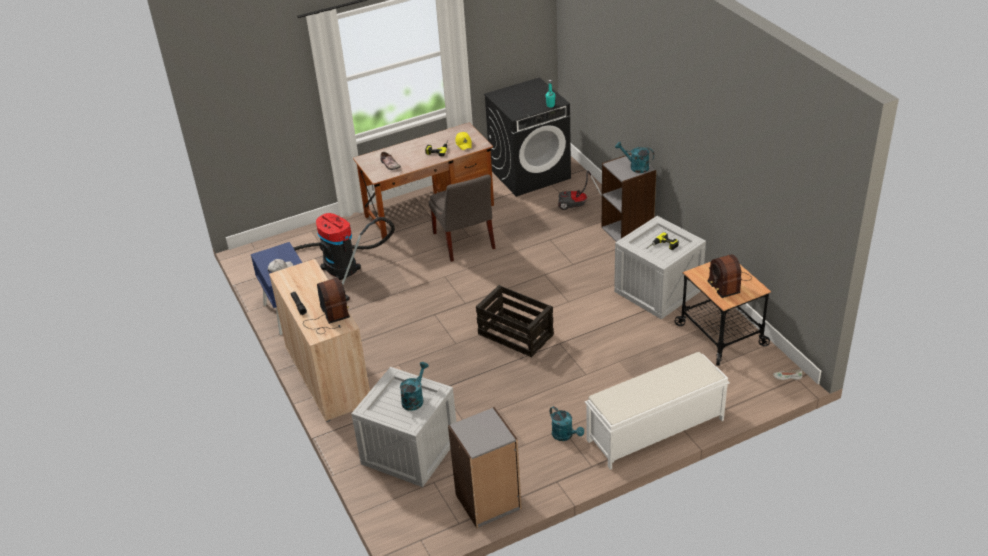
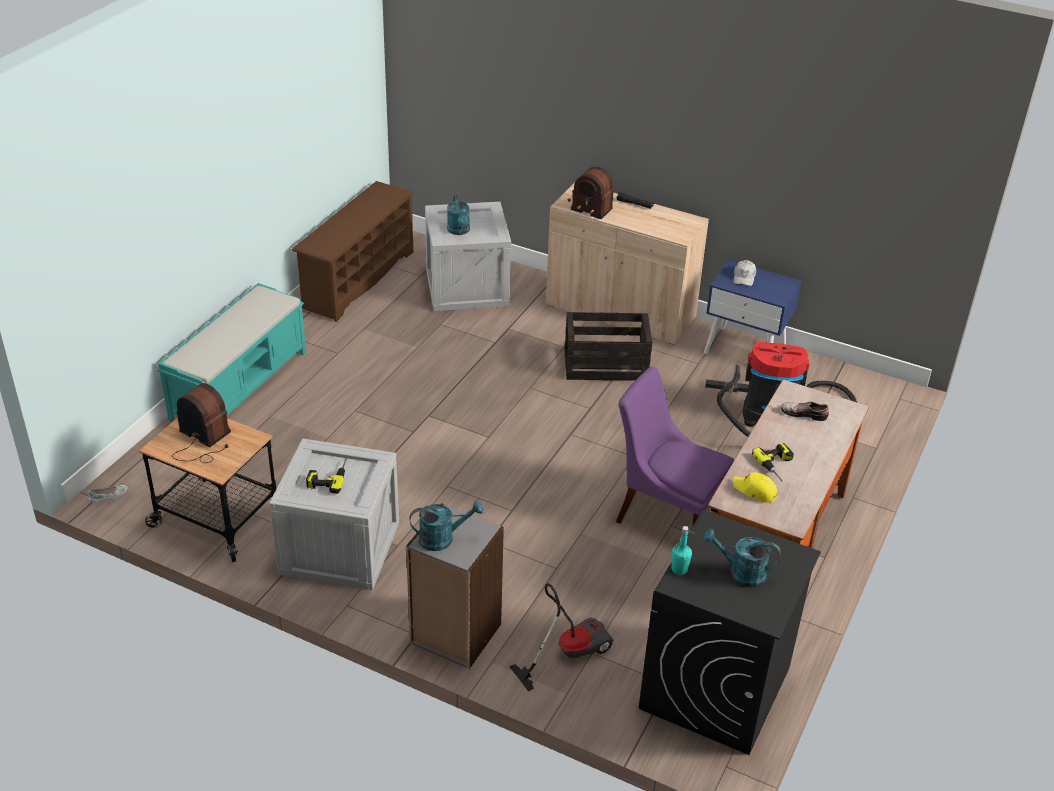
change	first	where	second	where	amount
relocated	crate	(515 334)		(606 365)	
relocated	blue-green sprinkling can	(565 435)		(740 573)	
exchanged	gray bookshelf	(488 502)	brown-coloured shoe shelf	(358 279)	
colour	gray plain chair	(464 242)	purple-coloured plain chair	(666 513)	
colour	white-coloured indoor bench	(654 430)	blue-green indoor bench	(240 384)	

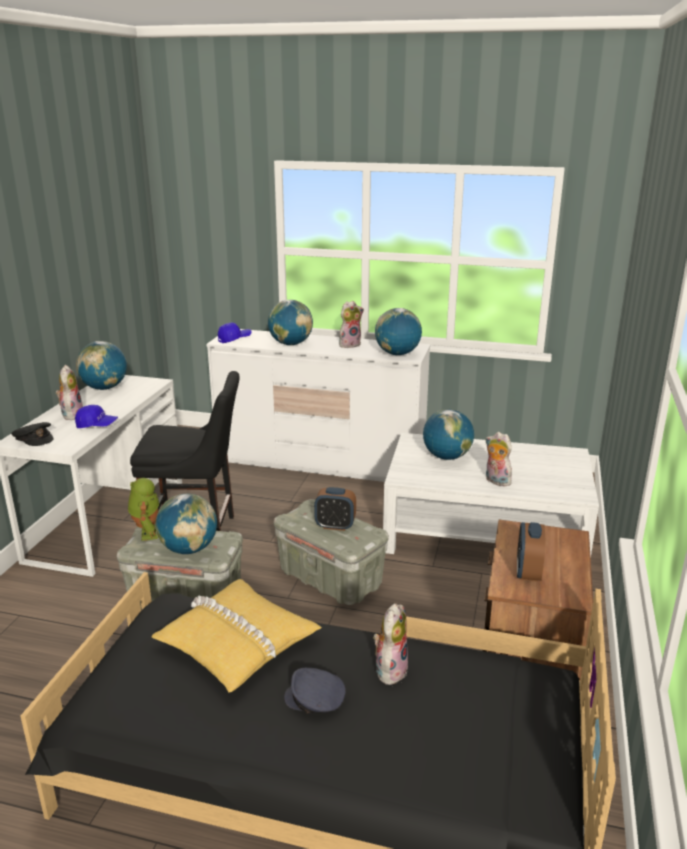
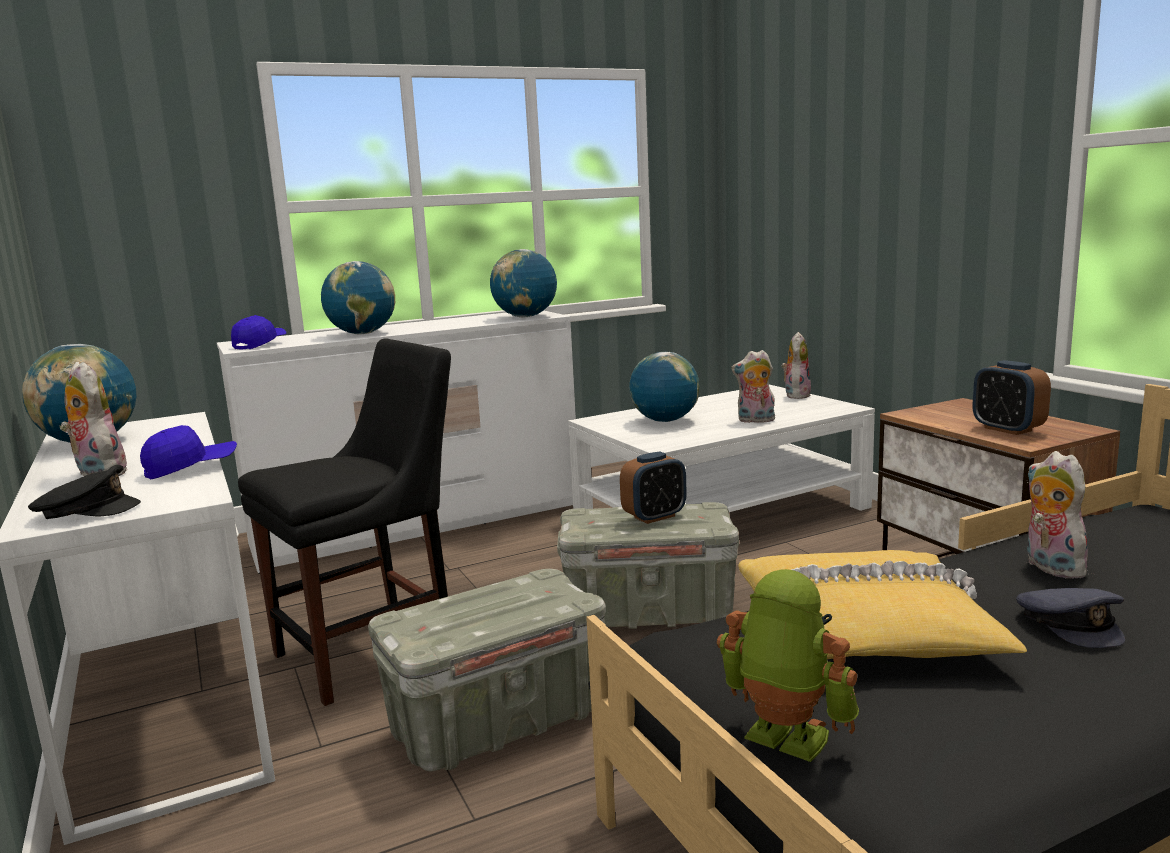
change	first	where	second	where	amount
missing	globe	(189 549)			
relocated	robot figure	(148 533)		(783 740)	
relocated	plush toy	(350 344)		(796 395)	
spun	gray cap	(315 700)		(1071 624)	75 degrees counterclockwise

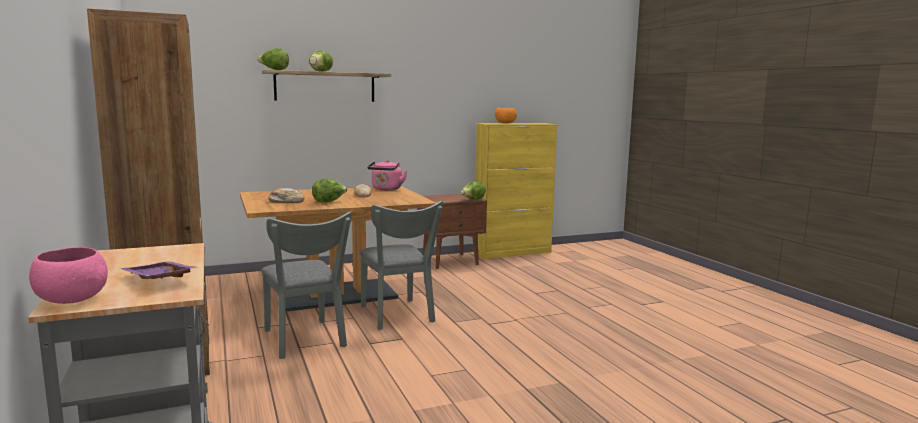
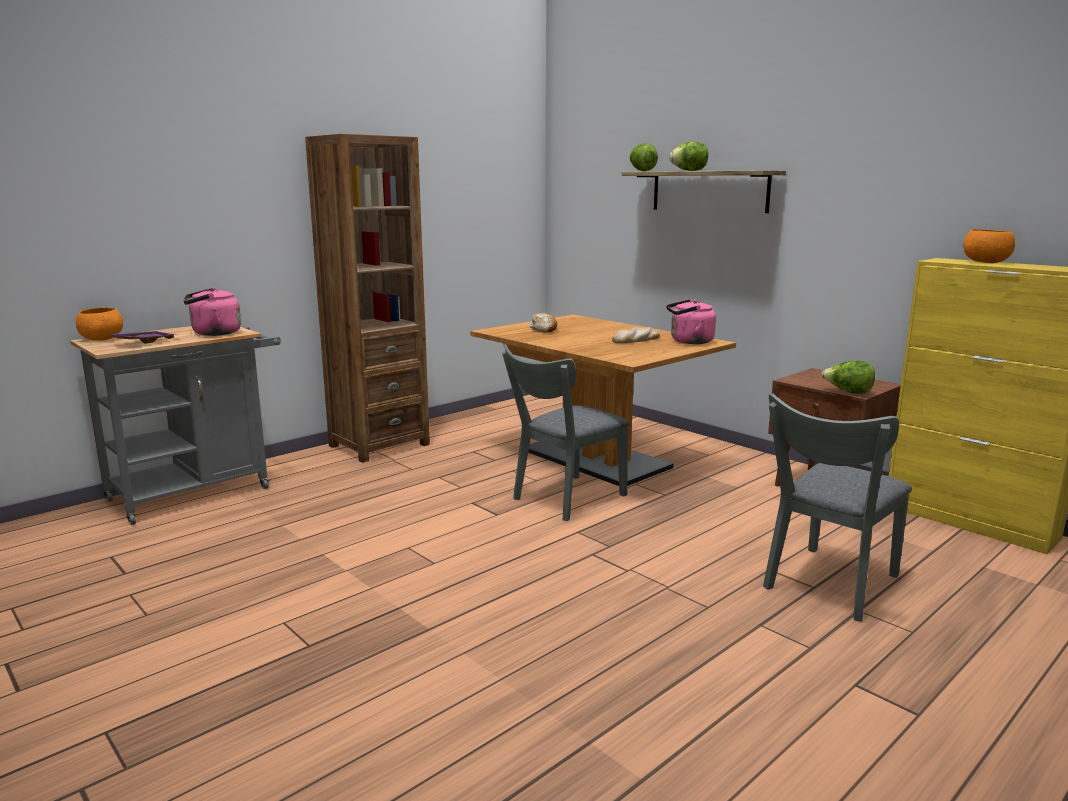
change	first	where	second	where	amount
missing	head of lettuce	(329 202)			
appeared			pink tea kettle	(213 333)	
relocated	gray plain chair	(305 341)		(827 586)	
colour	pink serving bowl	(71 300)	orange-coloured serving bowl	(101 339)	

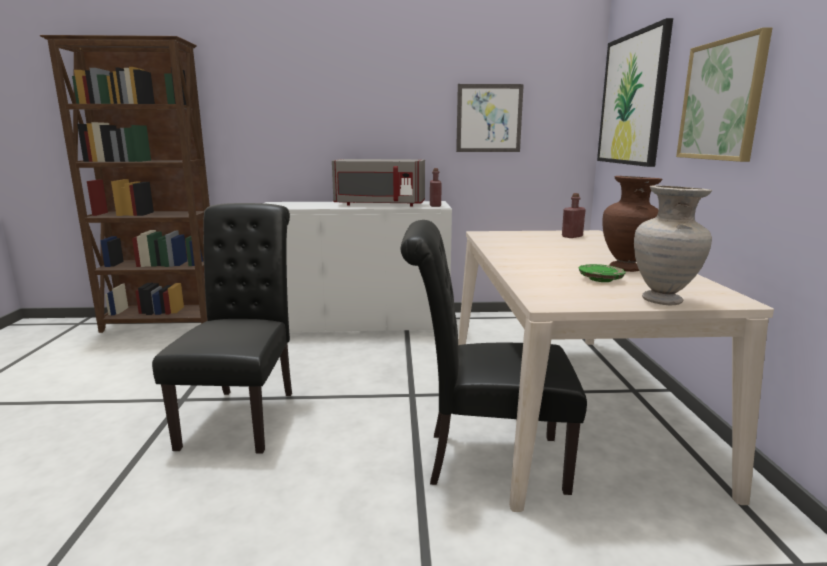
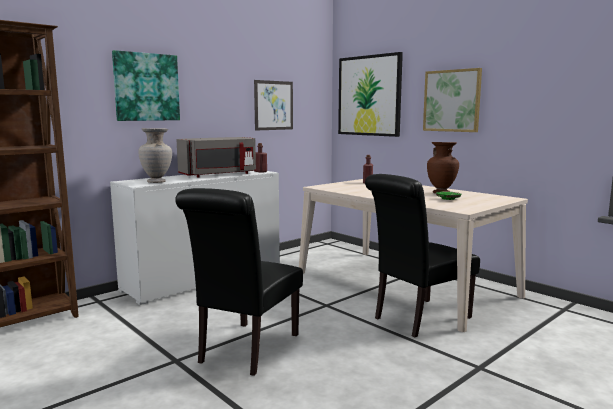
change	first	where	second	where	amount
appeared			wall picture	(146 87)	
relocated	beige-coloured decorative vase	(663 301)		(157 182)	
spun	black plain chair	(243 414)		(245 350)	120 degrees counterclockwise

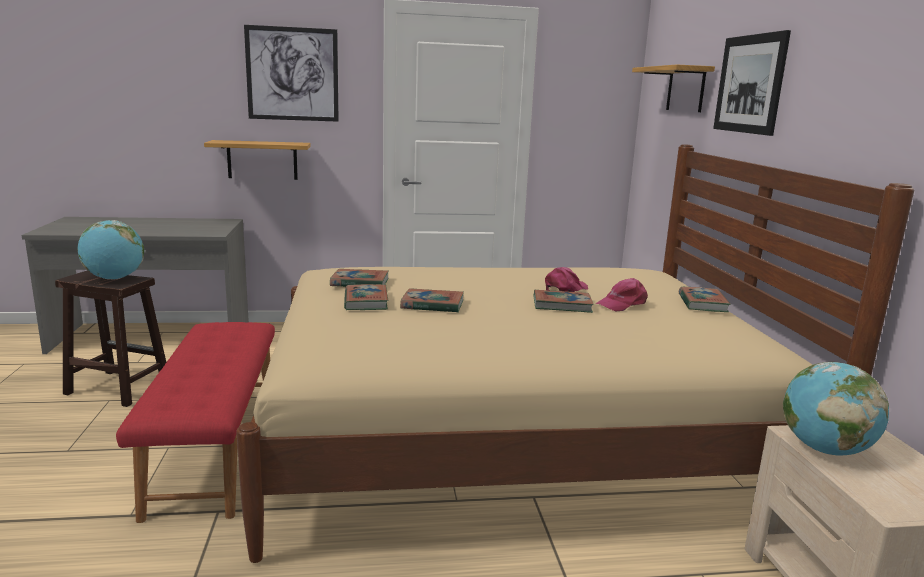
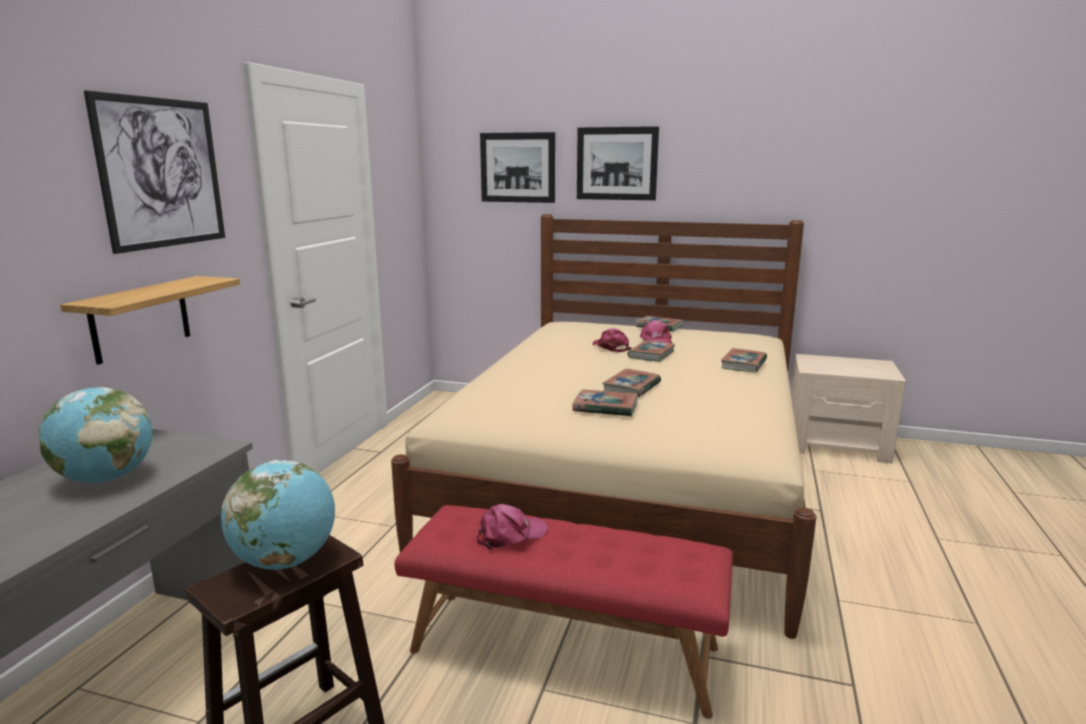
change	first	where	second	where	amount
appeared			pink cap	(510 535)	
relocated	book	(360 283)		(743 364)	
relocated	globe	(825 449)		(106 478)	
exchanged	shelf	(685 89)	wall picture	(517 167)	

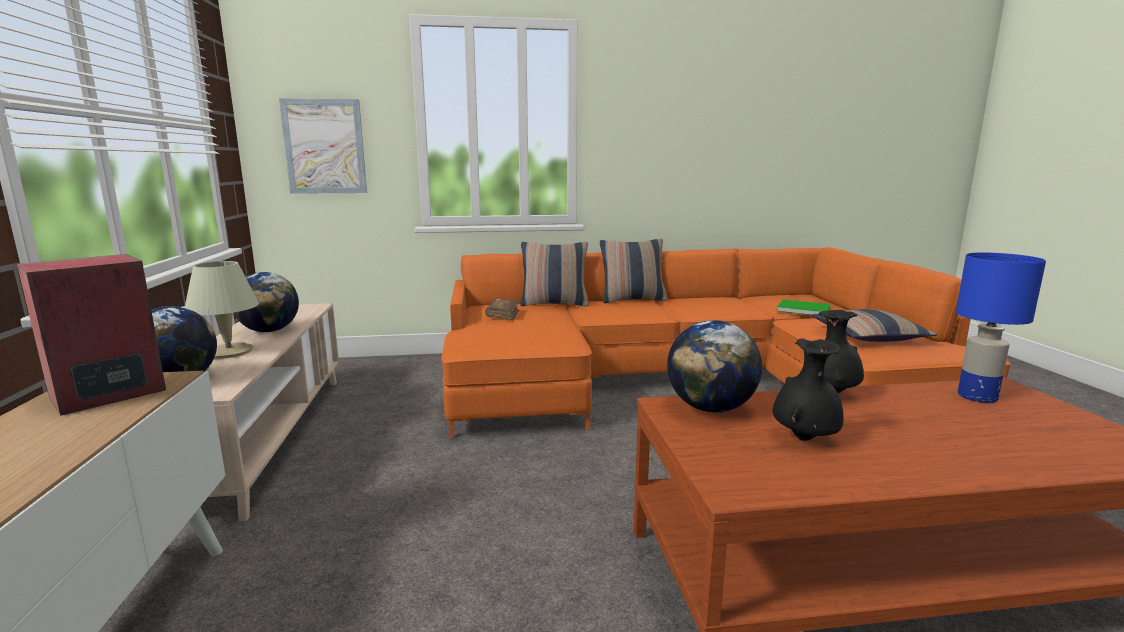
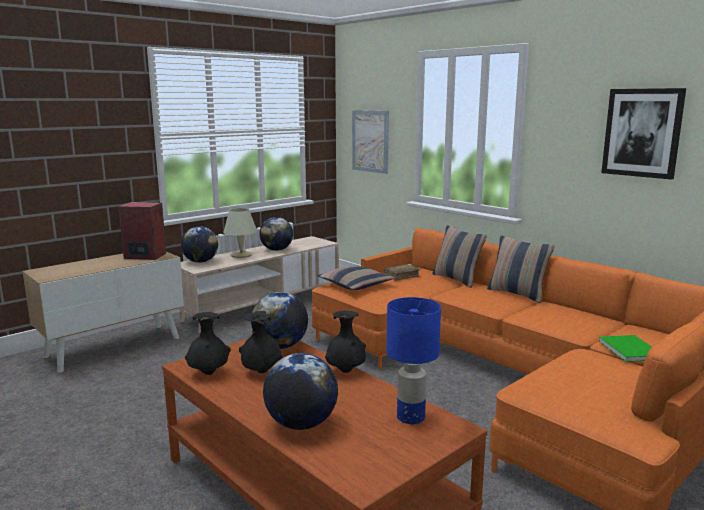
change	first	where	second	where	amount
appeared			black decorative vase	(208 373)	
appeared			globe	(301 424)	
appeared			wall picture	(642 133)	
relocated	pillow	(868 336)		(355 285)	

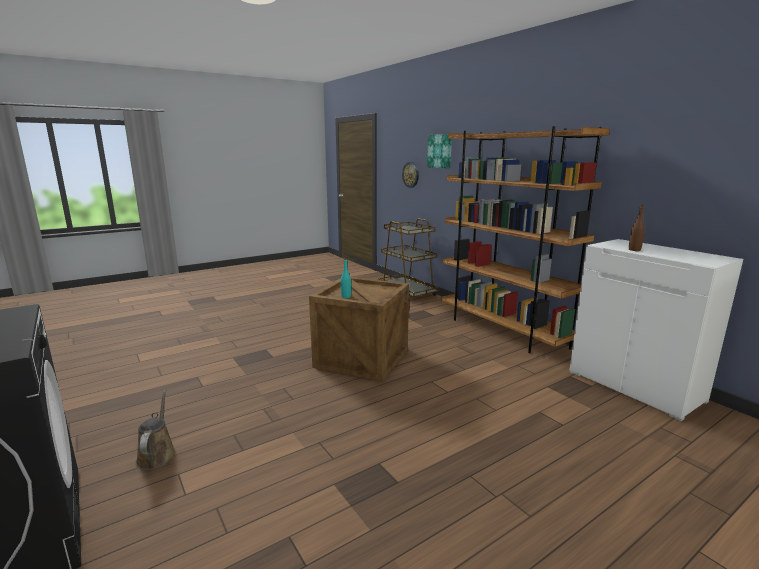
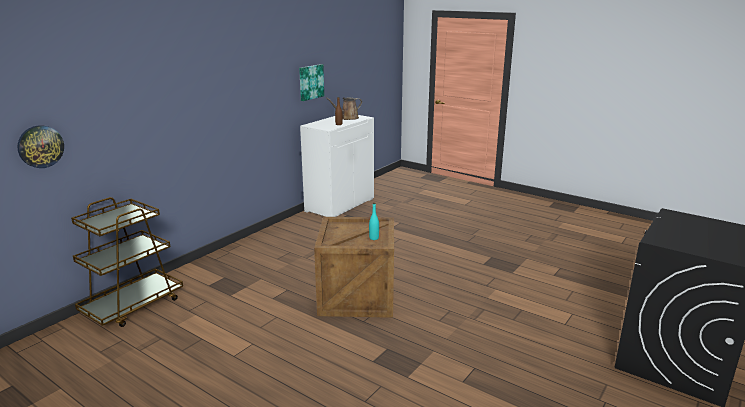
change	first	where	second	where	amount
missing	brown-coloured bookshelf	(502 331)			
relocated	brown-coloured sprinkling can	(157 454)		(348 118)	
relocated	wall picture	(440 151)		(310 82)	

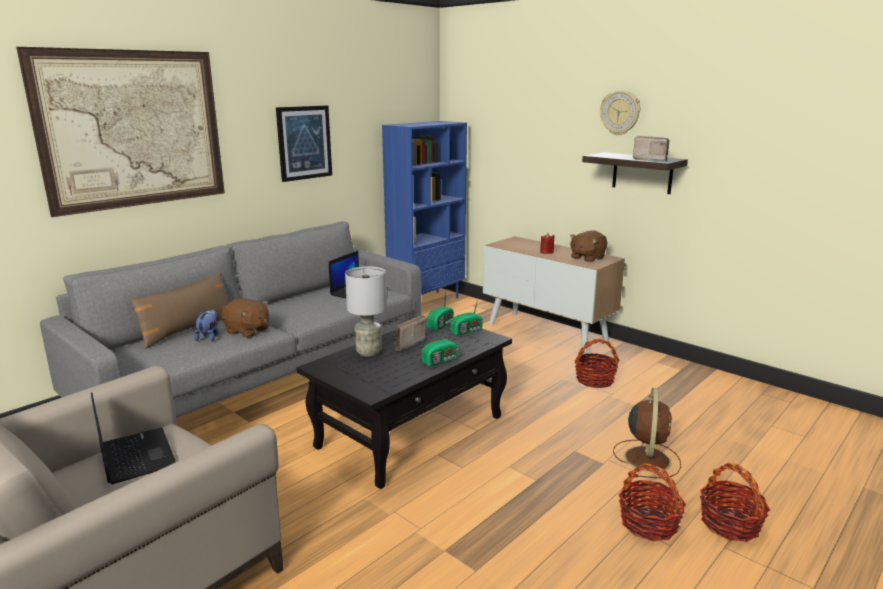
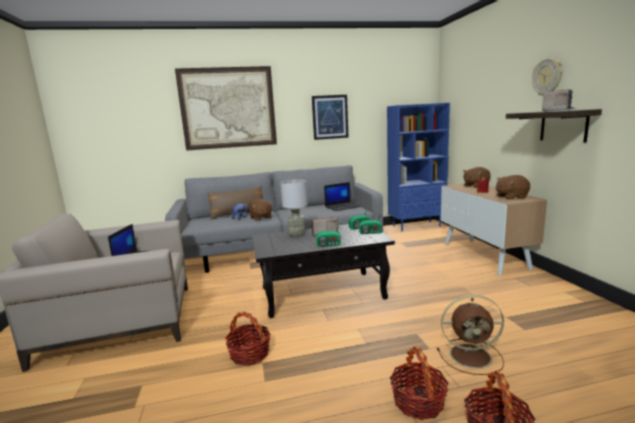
change	first	where	second	where	amount
appeared			brown-coloured plush toy	(475 186)	
relocated	basket	(594 380)		(249 354)	
spun	brown-coloured cooling fan	(647 458)		(472 356)	45 degrees clockwise

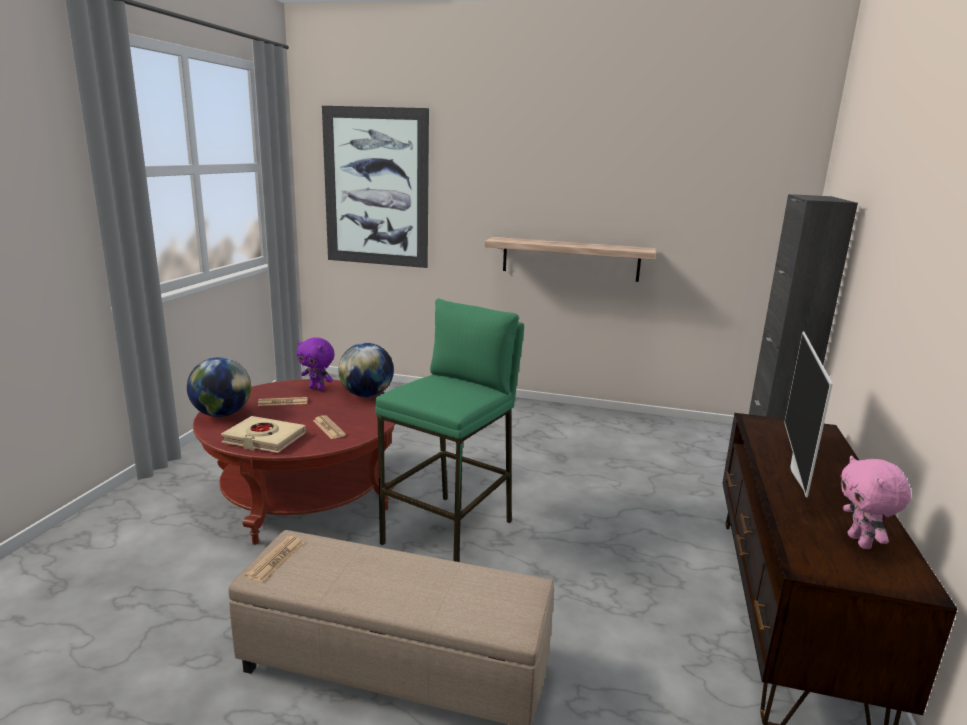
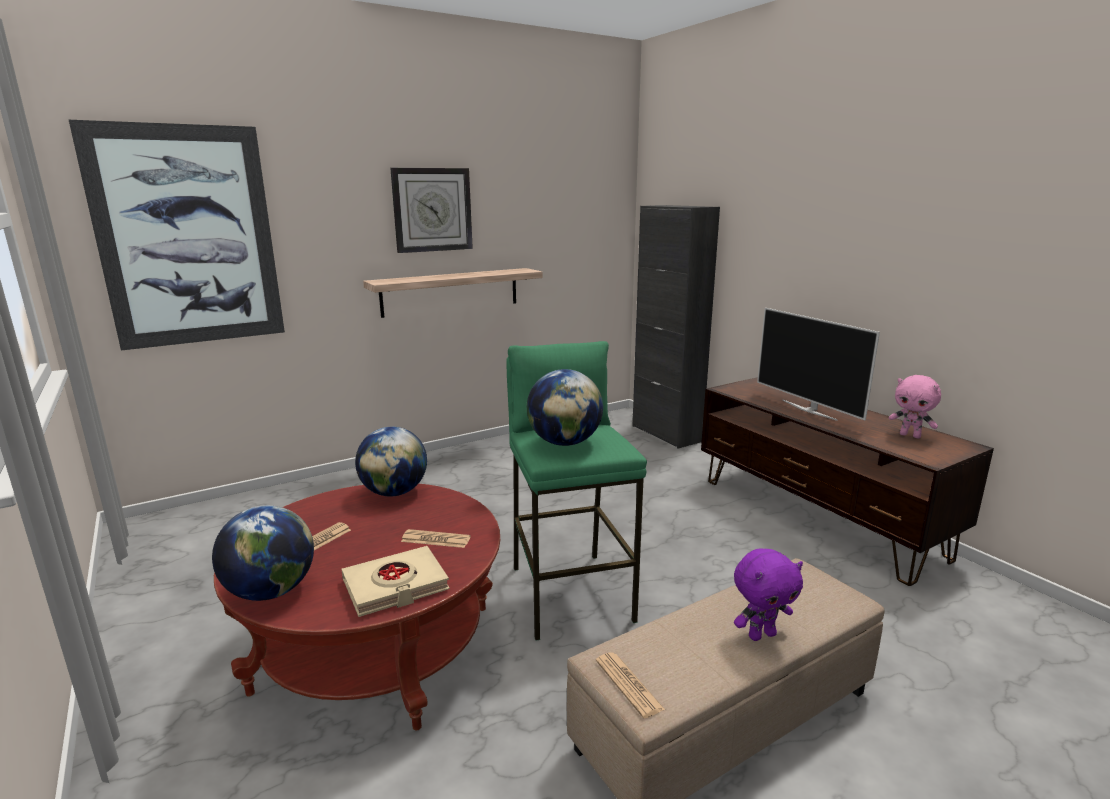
change	first	where	second	where	amount
appeared			wall clock	(432 210)	
appeared			globe	(564 442)	
relocated	purple-coloured plush toy	(317 388)		(761 634)	

